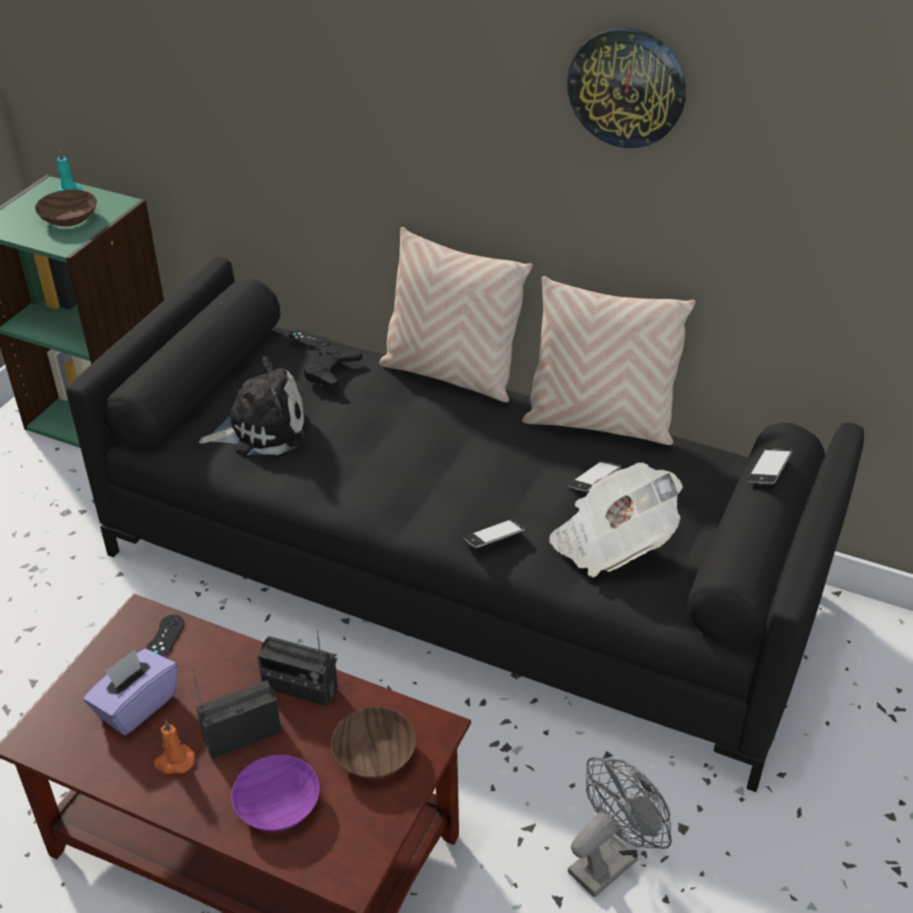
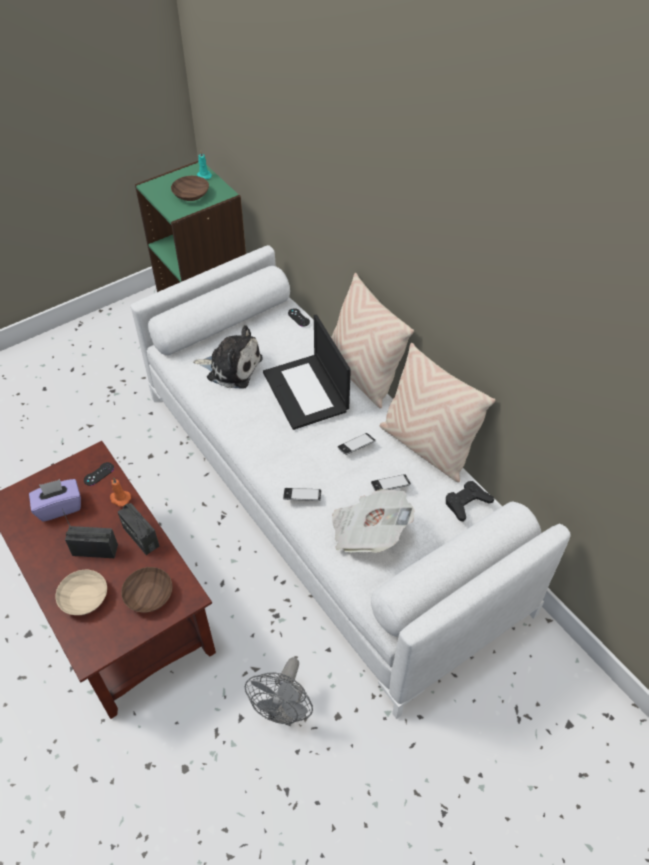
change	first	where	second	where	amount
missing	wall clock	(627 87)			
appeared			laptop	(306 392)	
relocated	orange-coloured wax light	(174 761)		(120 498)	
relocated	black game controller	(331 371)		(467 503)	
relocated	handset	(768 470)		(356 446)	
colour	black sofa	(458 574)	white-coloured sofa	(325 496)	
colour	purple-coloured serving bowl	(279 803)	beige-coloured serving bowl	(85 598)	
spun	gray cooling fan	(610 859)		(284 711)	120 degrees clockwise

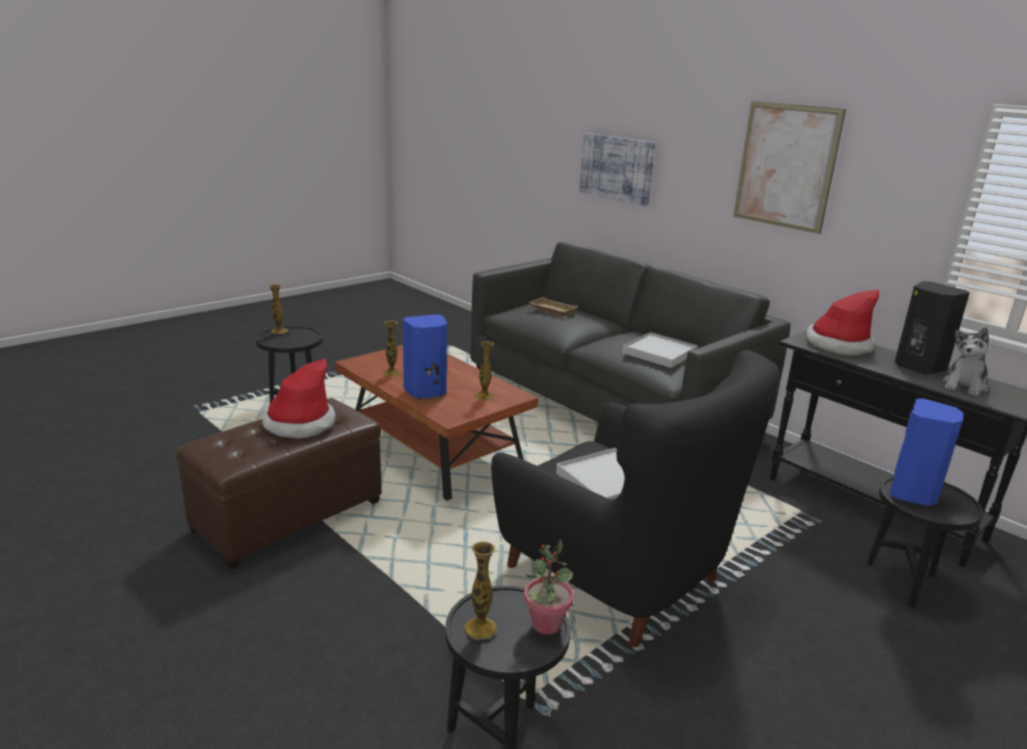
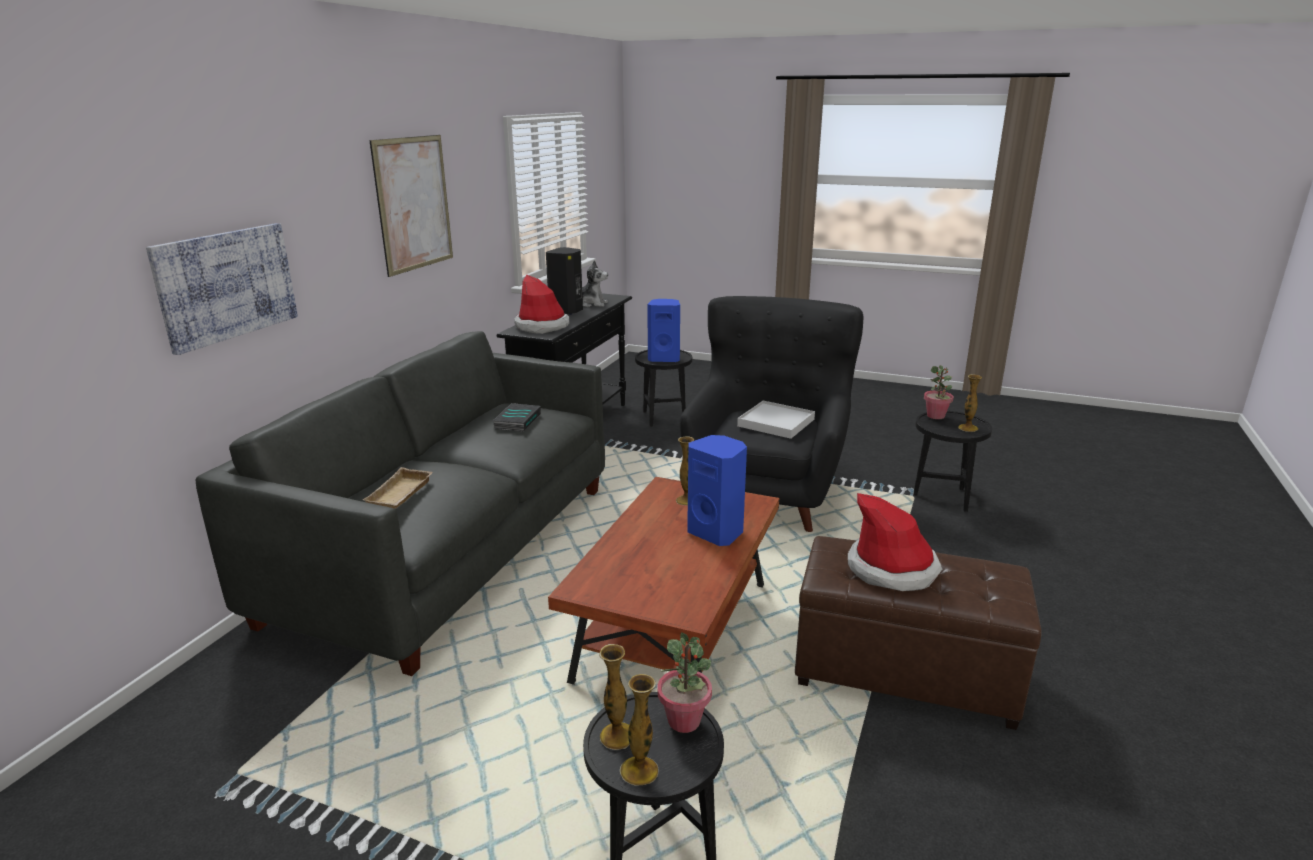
change	first	where	second	where	amount
appeared			potted plant	(684 721)	
relocated	decorative vase	(391 373)		(617 736)	
exchanged	white-coloured serving tray	(659 353)	book	(517 421)	

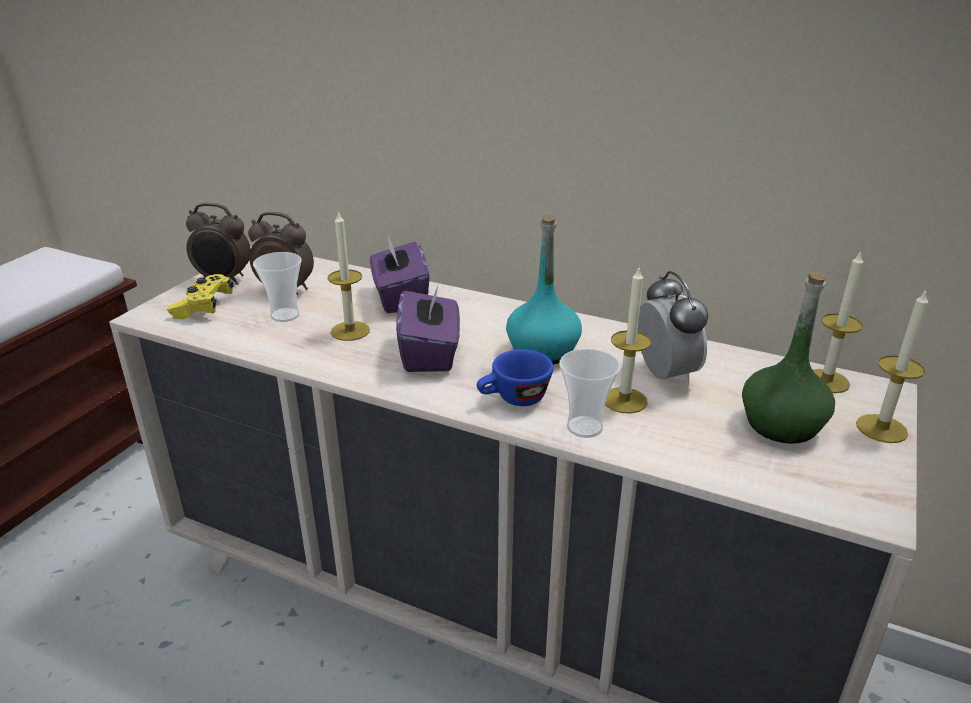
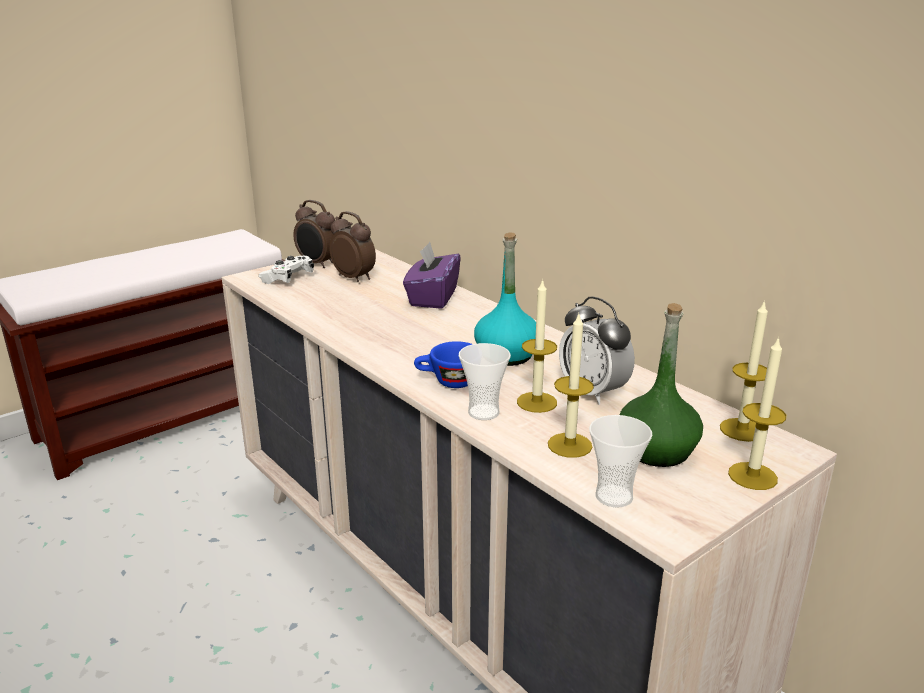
change	first	where	second	where	amount
missing	purple-coloured box of tissues	(430 353)			
relocated	drinking cup	(285 315)		(614 496)	
relocated	wax light	(350 331)		(569 445)	
colour	yellow game controller	(204 307)	white-coloured game controller	(288 279)	
spun	alarm clock	(665 374)		(593 392)	135 degrees clockwise

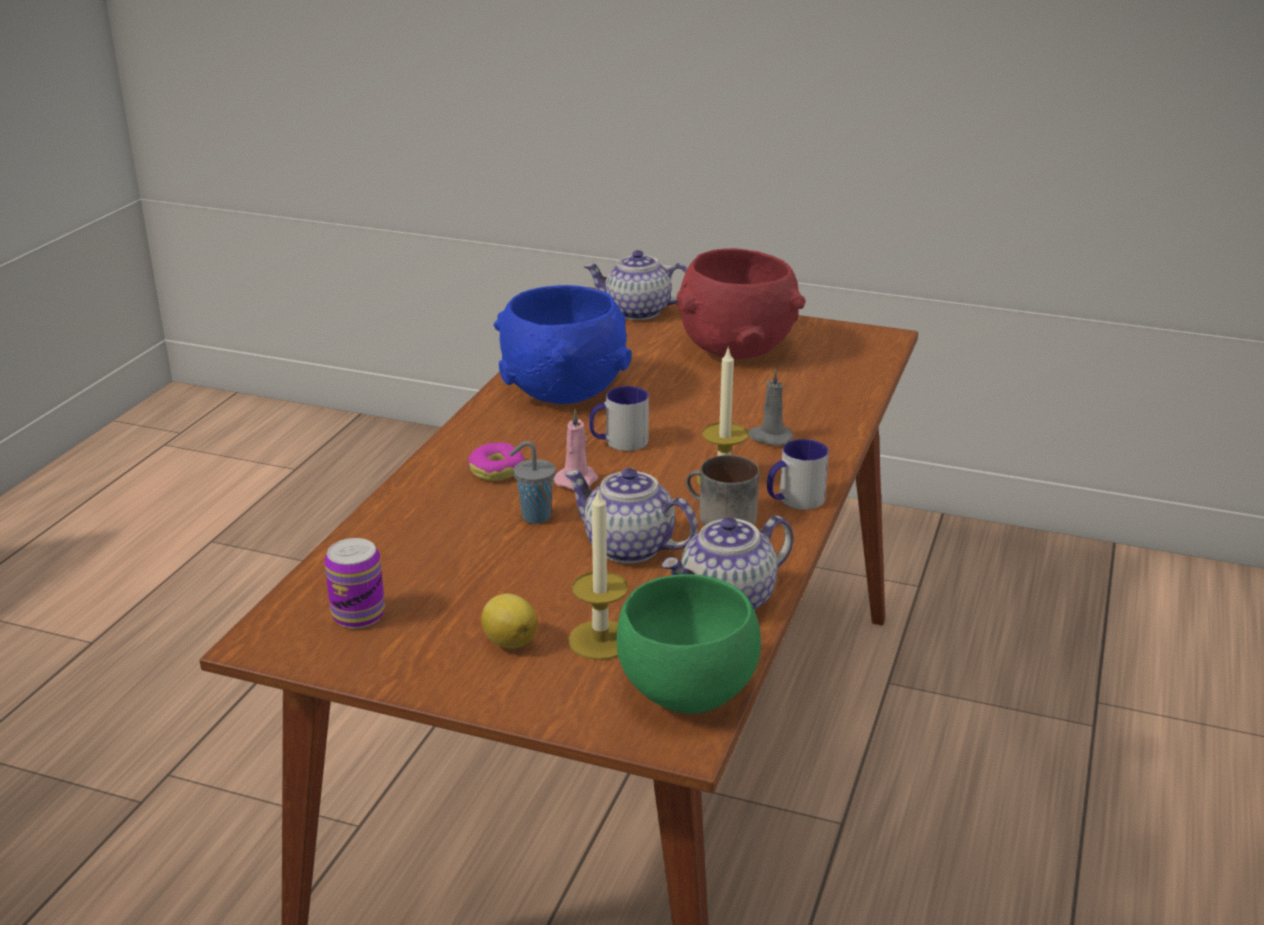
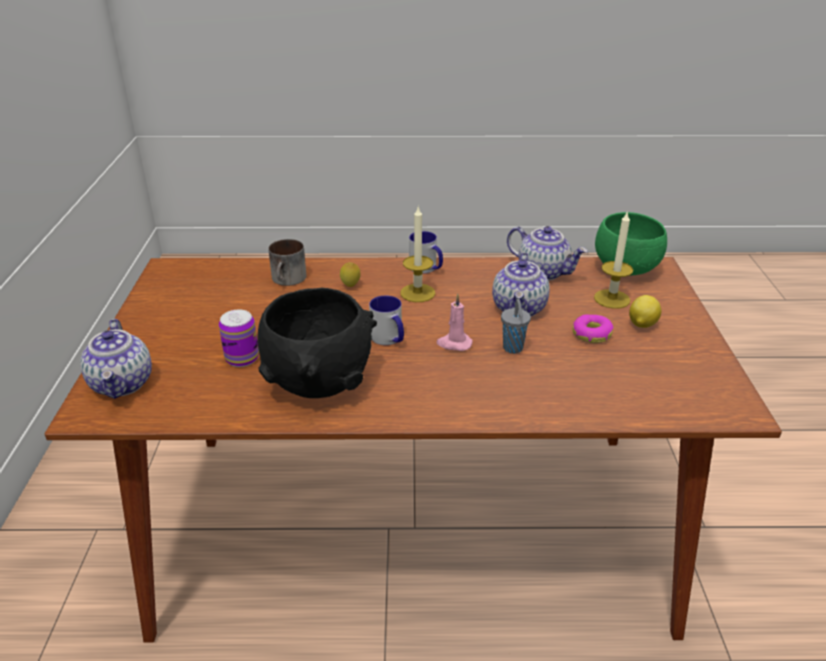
change	first	where	second	where	amount
missing	red serving bowl	(735 350)			
relocated	can	(358 615)		(242 358)	
relocated	ring doughnut	(496 470)		(591 334)	
relocated	mug	(719 517)		(289 280)	
exchanged	gray wax light	(769 437)	citrus fruit	(350 286)	
colour	blue-coloured serving bowl	(565 393)	black serving bowl	(317 382)	

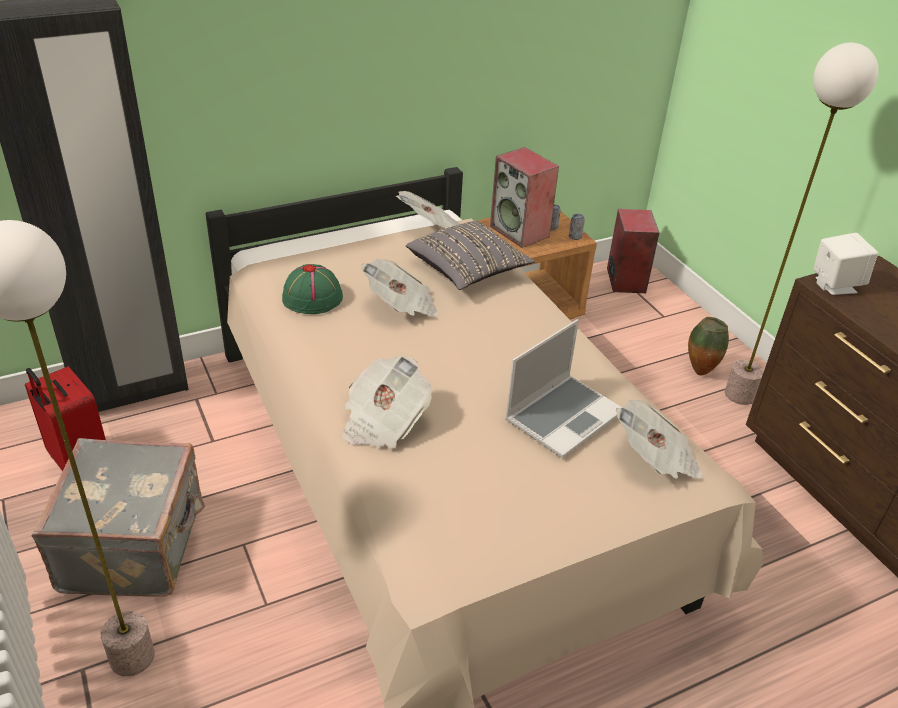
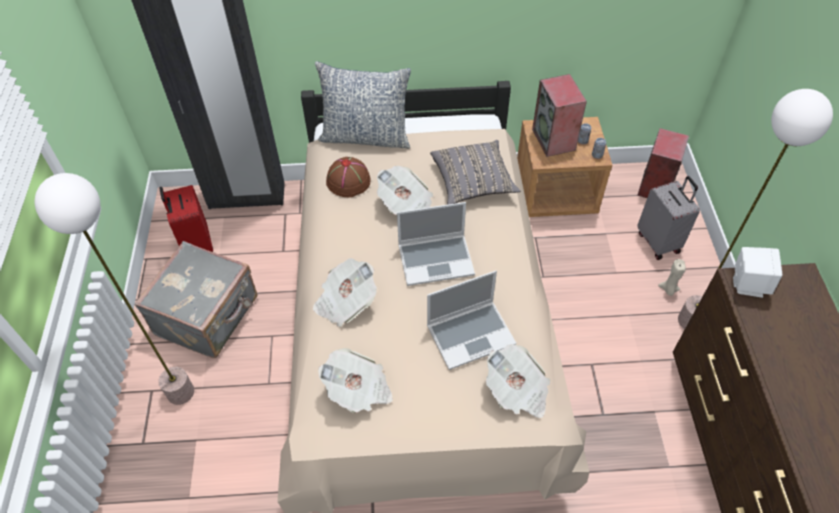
change	first	where	second	where	amount
appeared			pillow	(366 136)	
appeared			laptop	(436 259)	
appeared			gray piece of luggage	(659 242)	
relocated	newspaper	(430 227)		(358 390)	
exchanged	decorative vase	(699 371)	beige-coloured wax light	(668 289)	
colour	green hat	(313 298)	brown-coloured hat	(349 181)	

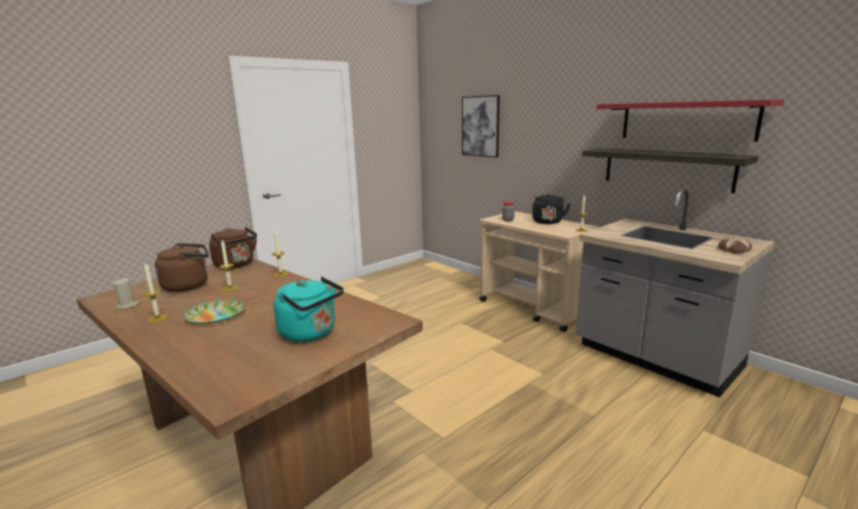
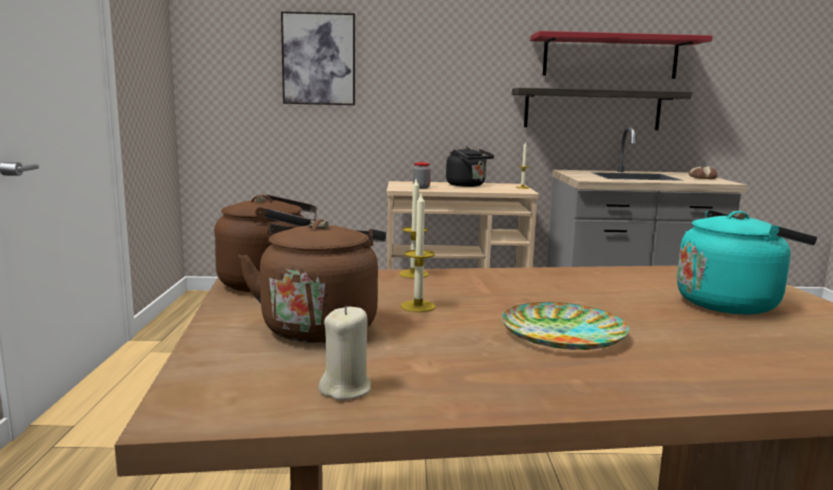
change	first	where	second	where	amount
missing	wax light	(157 318)			

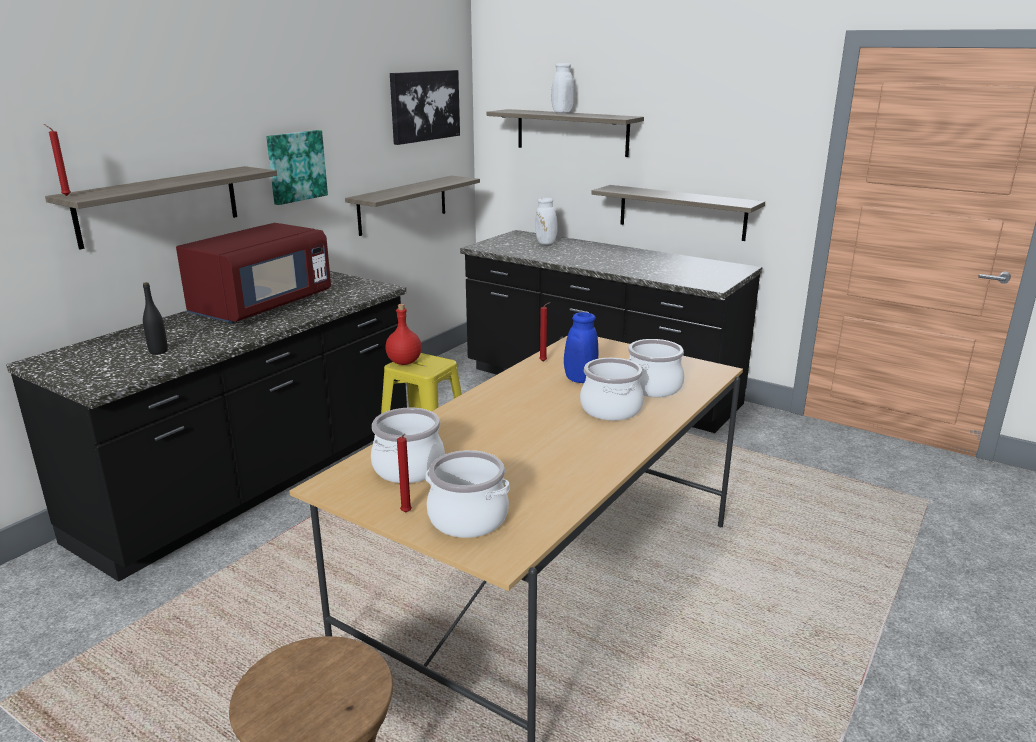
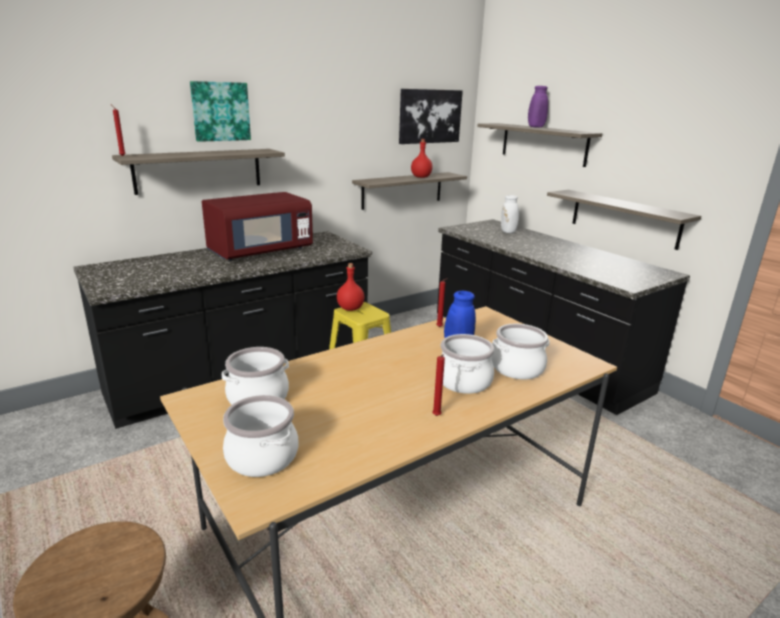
change	first	where	second	where	amount
missing	black beverage bottle	(158 351)			
appeared			red beverage bottle	(420 177)	
relocated	wall picture	(295 166)		(220 111)	
relocated	red wax light	(406 513)		(436 416)	
colour	white-coloured decorative vase	(561 113)	purple-coloured decorative vase	(535 127)	

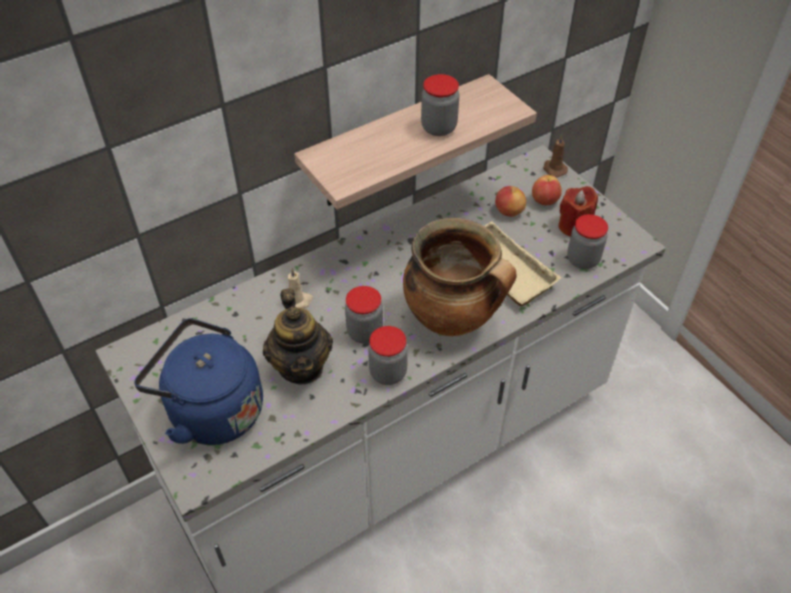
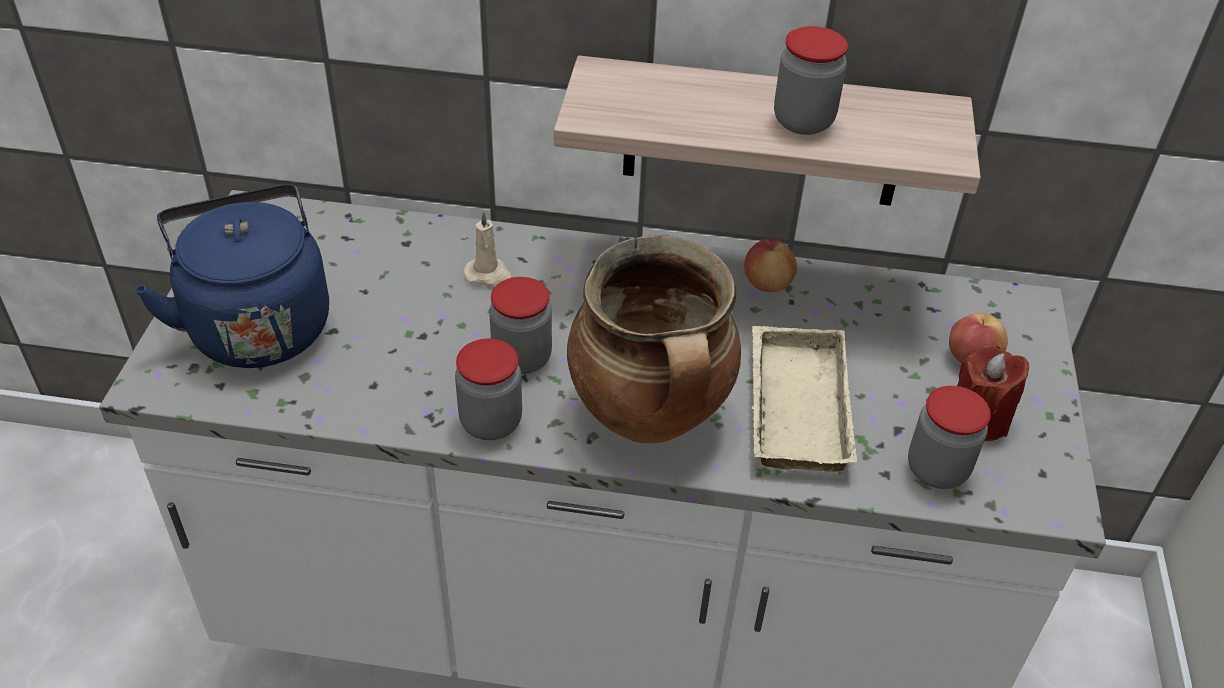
change	first	where	second	where	amount
missing	pot for tea	(301 366)			
missing	brown-coloured wax light	(554 169)			
relocated	whole apple	(508 211)		(767 284)	

